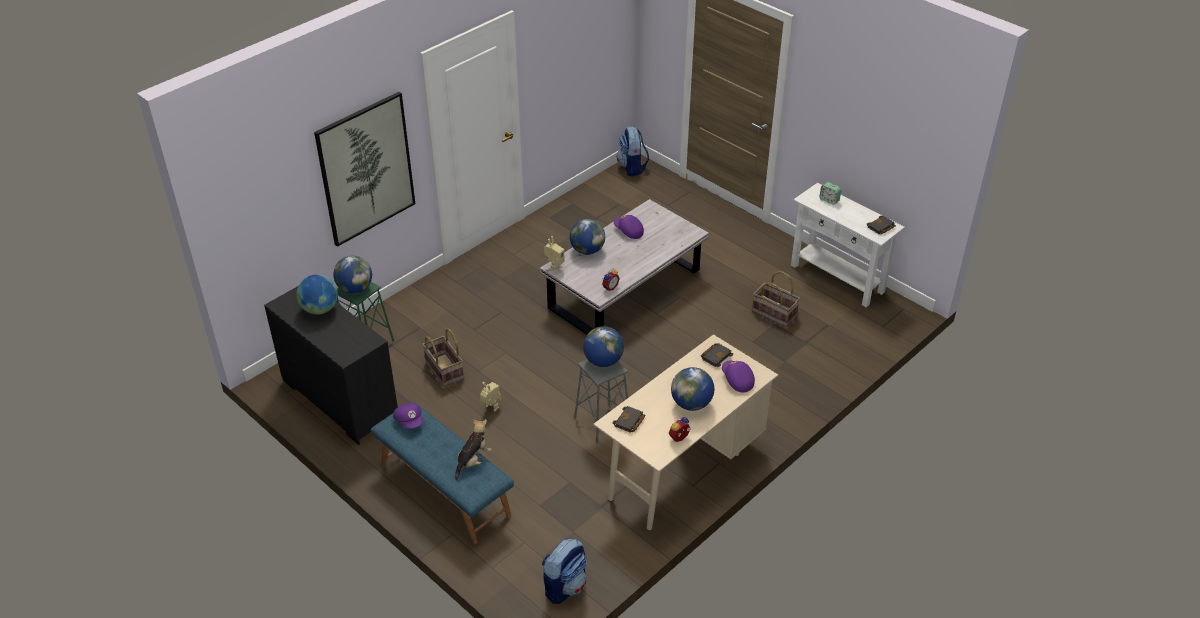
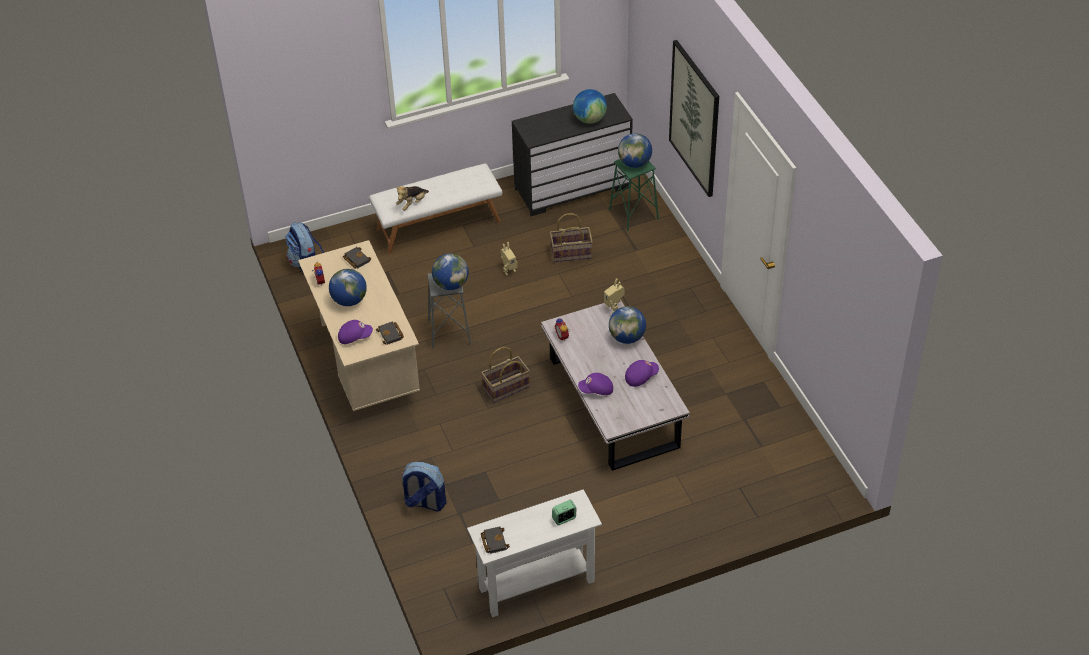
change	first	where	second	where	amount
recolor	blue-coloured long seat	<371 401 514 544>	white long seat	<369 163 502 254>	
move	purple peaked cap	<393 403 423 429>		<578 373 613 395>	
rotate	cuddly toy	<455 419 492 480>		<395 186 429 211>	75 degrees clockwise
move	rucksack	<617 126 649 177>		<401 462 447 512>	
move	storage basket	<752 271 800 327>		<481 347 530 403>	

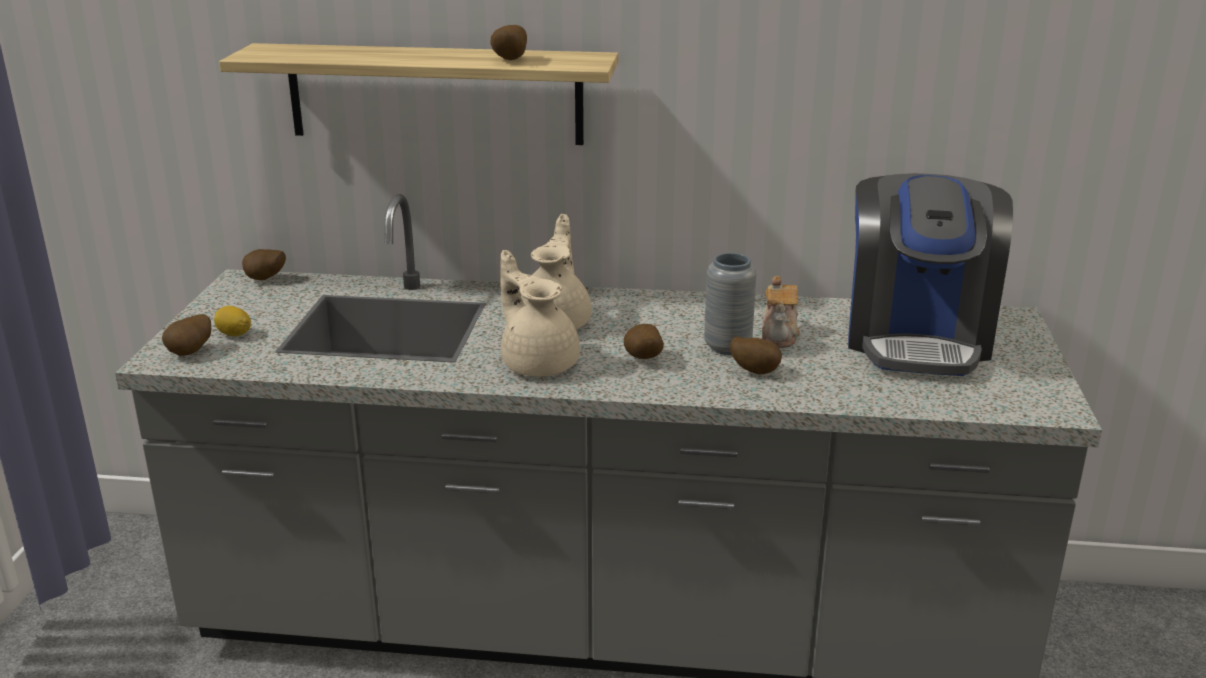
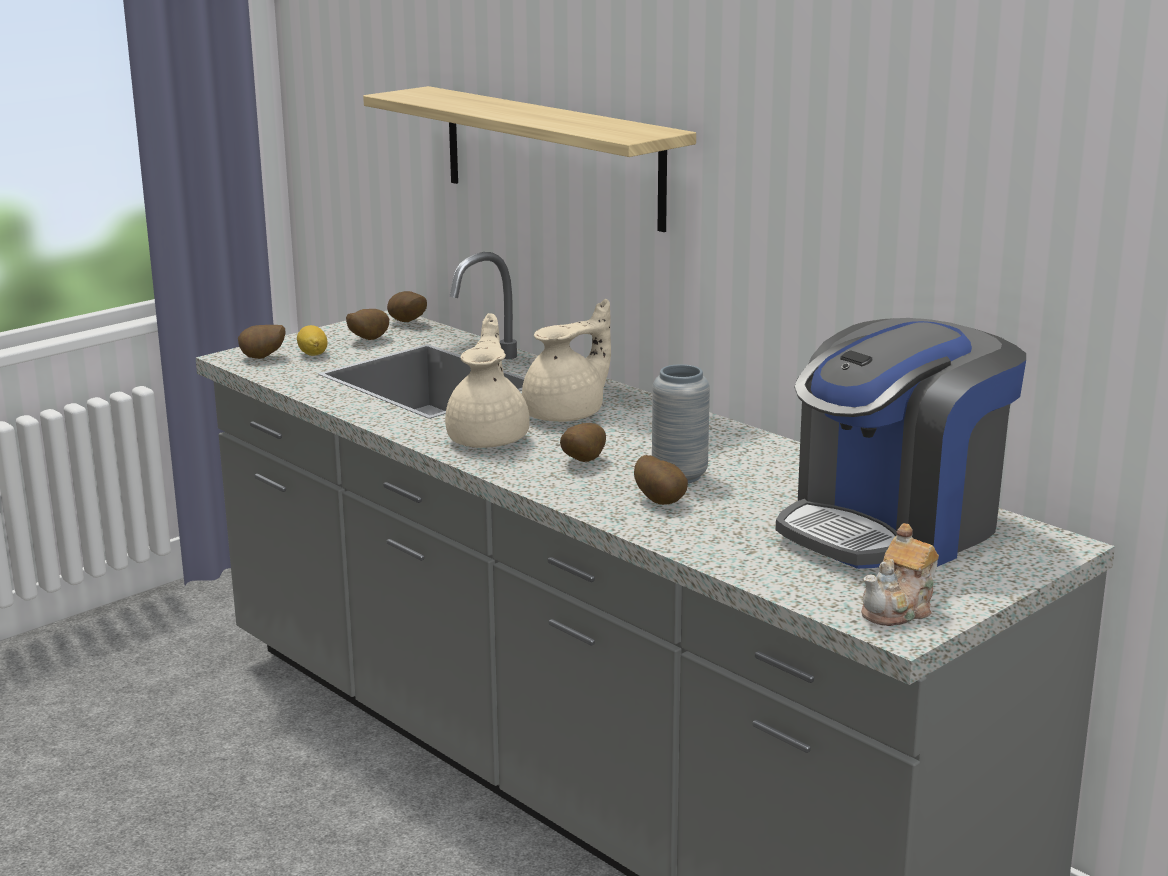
change	first	where	second	where	amount
move	potato	<490 25 527 60>		<346 309 389 340>	
move	pot for tea	<762 276 800 348>		<861 523 939 626>	

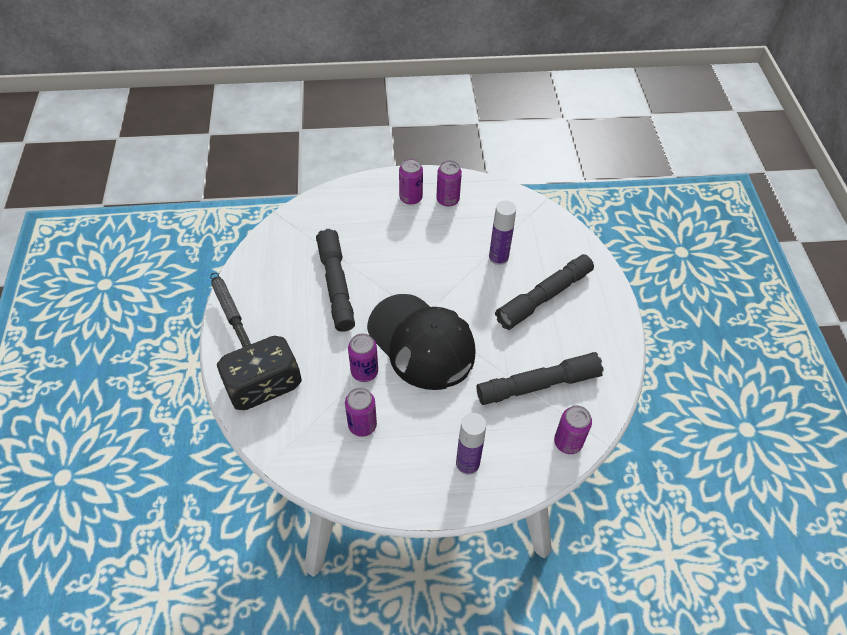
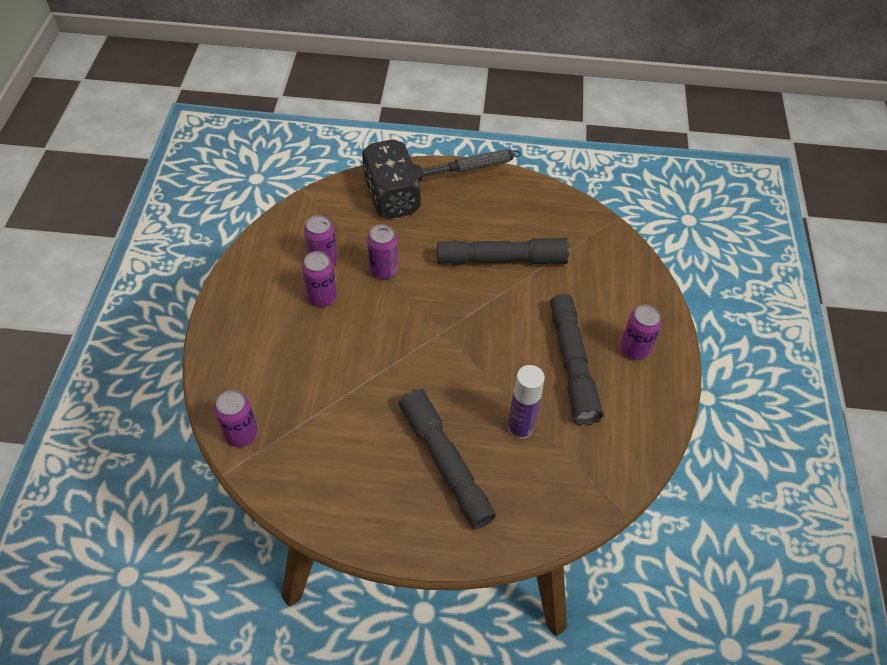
change	first	where	second	where	amount
recolor	white dinner table	<199 165 646 577>	brown-coloured dinner table	<182 156 702 636>	
delete	blackish peaked cap	<367 294 475 390>			
move	sealed can	<436 160 462 207>		<302 251 337 307>	
delete	beverage bottle	<456 413 486 475>			
move	grey torch	<476 352 604 405>		<550 294 604 426>	

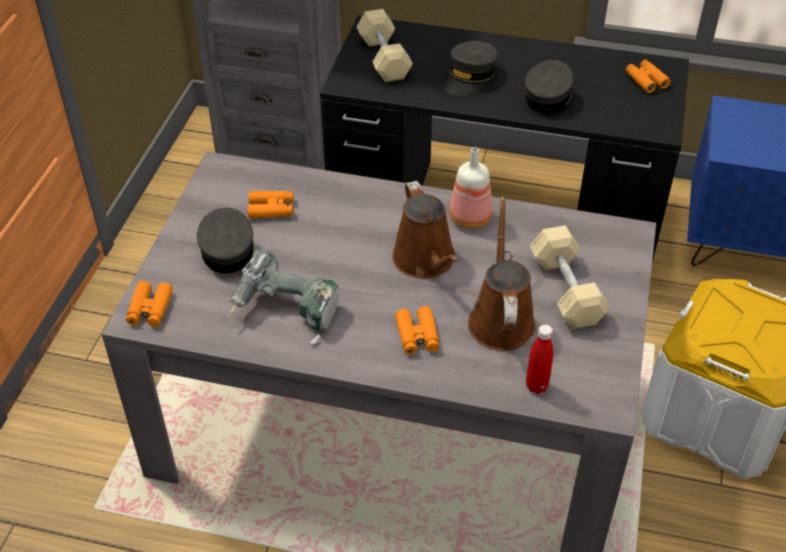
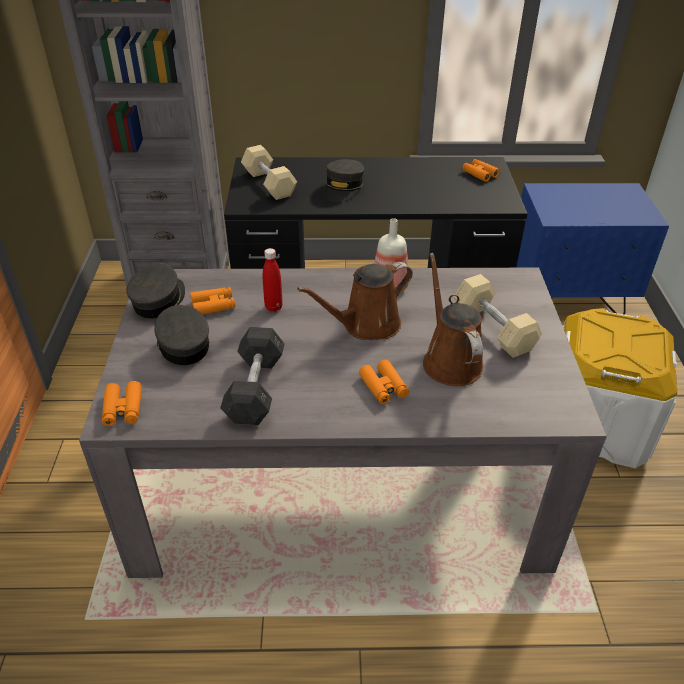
change	first	where	second	where	amount
replace	electric drill	<228 249 340 345>	grey hand weight	<220 327 285 425>	
rotate	brown-coloured sprinkling can	<392 181 458 279>		<297 262 413 340>	90 degrees clockwise
move	grey peaked cap	<525 60 574 113>		<127 263 185 319>	
move	red-coloured beverage bottle	<526 324 553 394>		<263 248 283 312>	

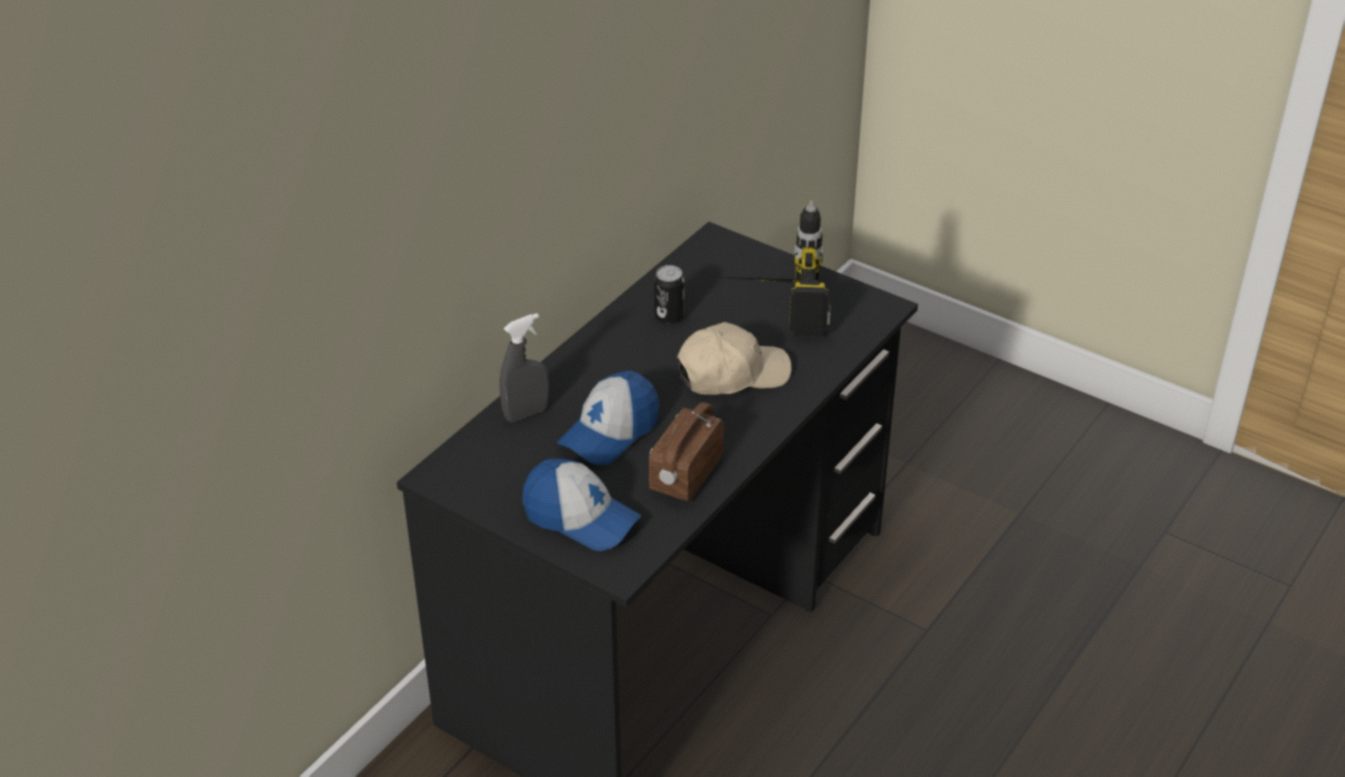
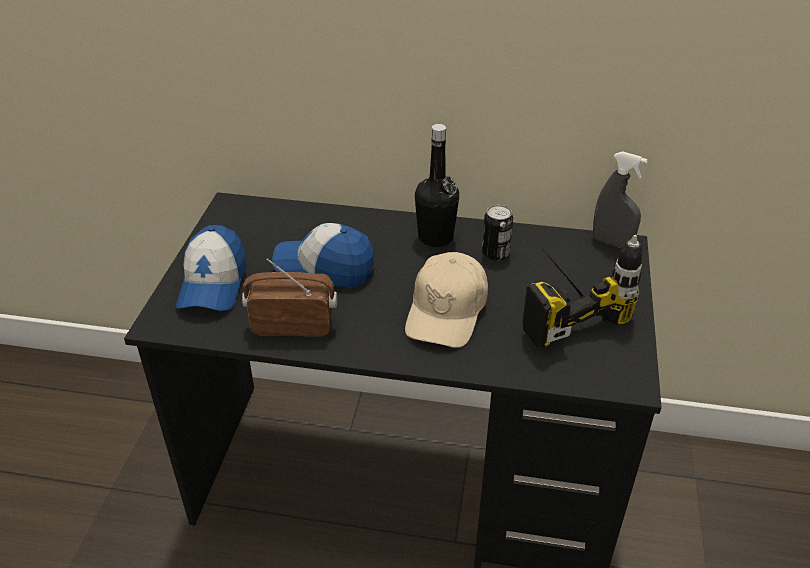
change	first	where	second	where	amount
move	grey spray bottle	<499 313 549 422>		<593 151 648 248>	
rotate	sand-coloured peaked cap	<677 322 792 395>		<405 252 488 348>	60 degrees clockwise
insert			blackish beverage bottle	<415 124 459 247>	

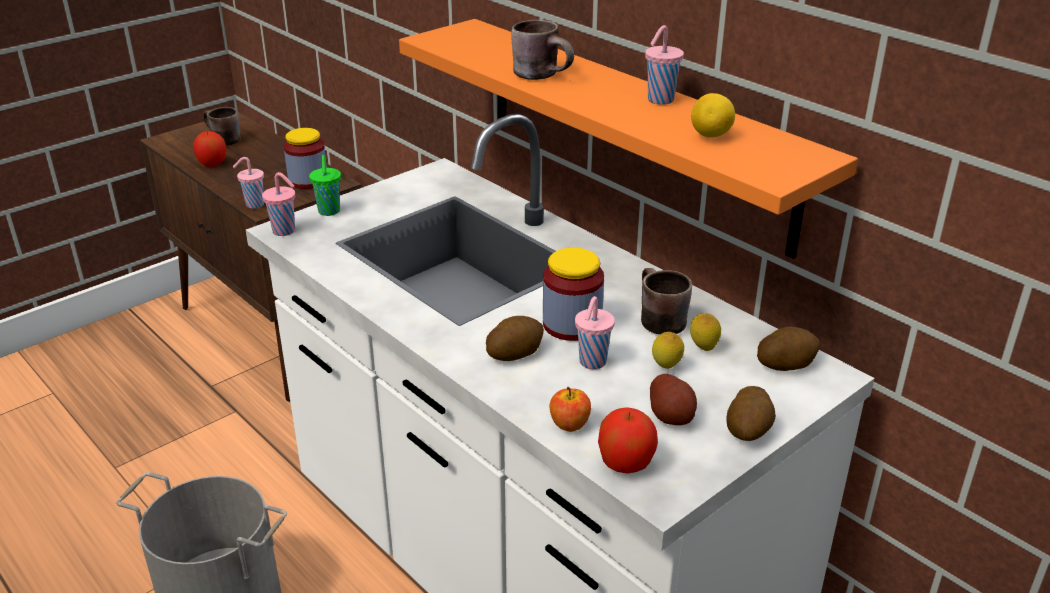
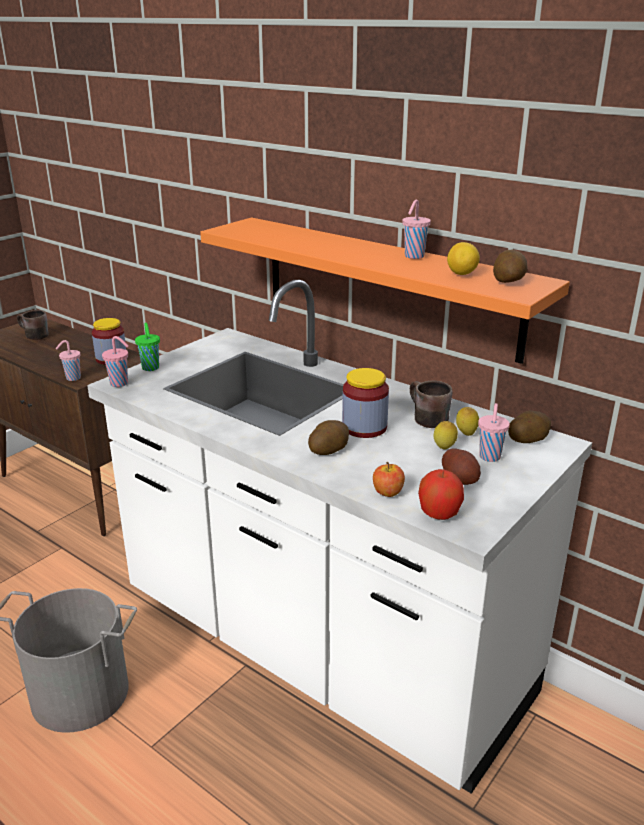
change	first	where	second	where	amount
delete	apple fruit	<194 131 227 167>			
delete	brown-coloured coffee mug	<511 20 574 80>			
move	pink small cup	<575 296 615 369>		<478 403 510 462>	
move	potato	<726 386 776 441>		<493 249 528 283>	

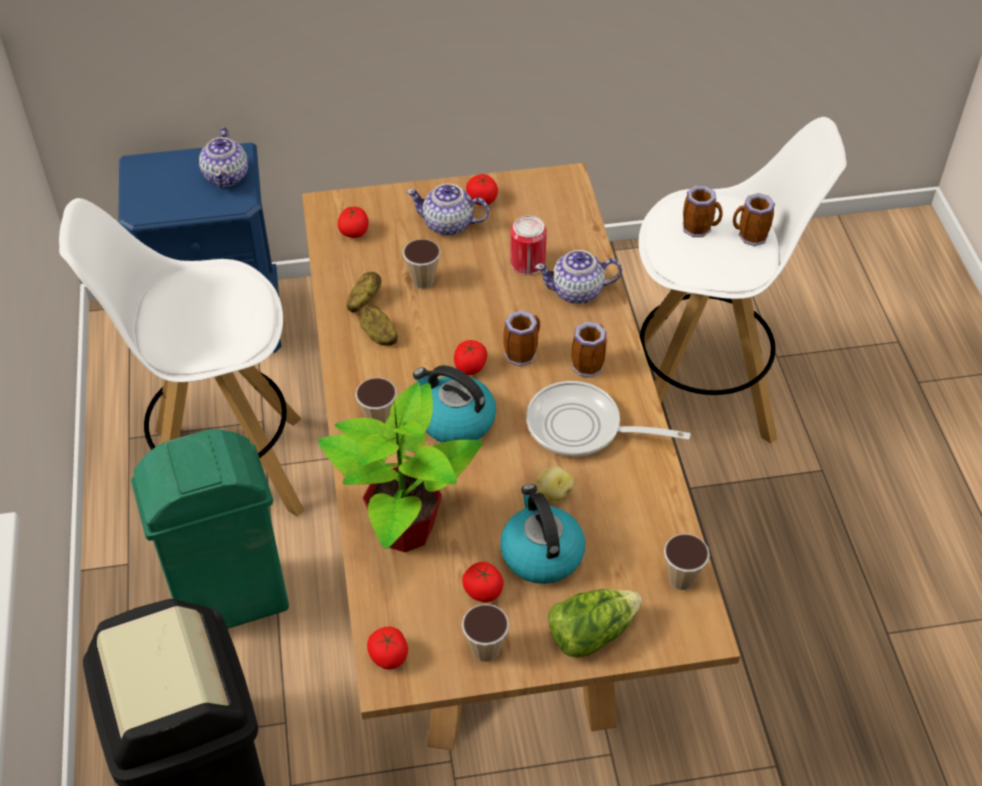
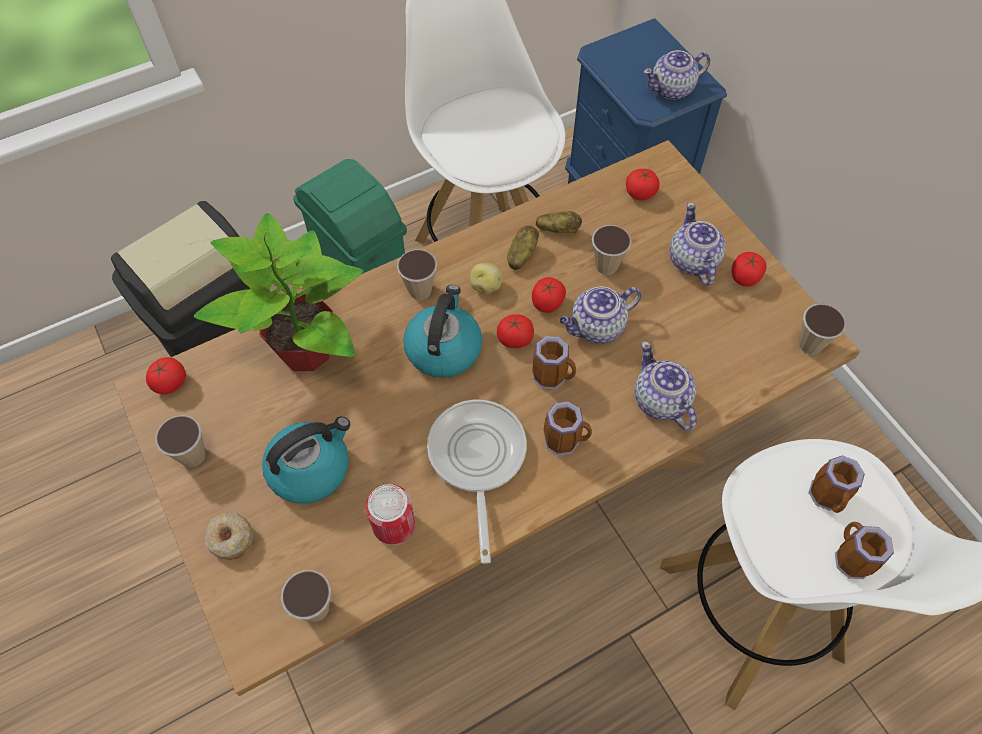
change	first	where	second	where	amount
move	fresh tomato	<462 562 503 602>		<532 277 566 313>	
move	sealed can	<510 215 547 275>		<366 484 415 545>	
move	potato	<537 466 574 501>		<470 263 502 294>	
replace	lettuce	<548 589 642 658>	donut	<205 512 254 560>	
insert			pot for tea	<559 286 641 344>	
insert			small cup	<798 304 846 355>	

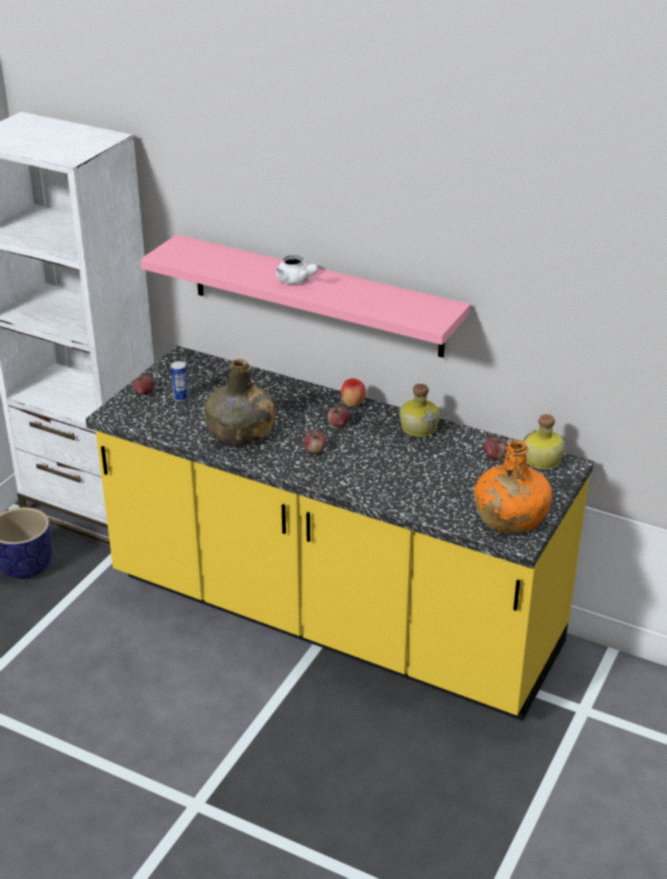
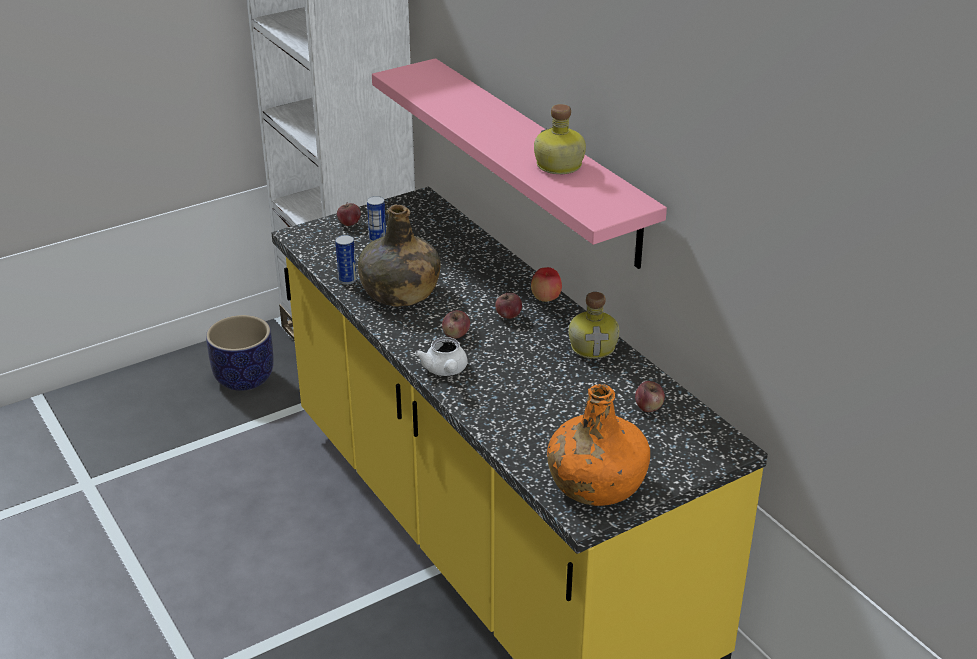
change	first	where	second	where	amount
move	white pot for tea	<276 255 318 284>		<415 337 467 376>	
move	beverage bottle	<523 414 565 469>		<534 104 586 174>	
insert			sealed can	<335 235 357 285>	

